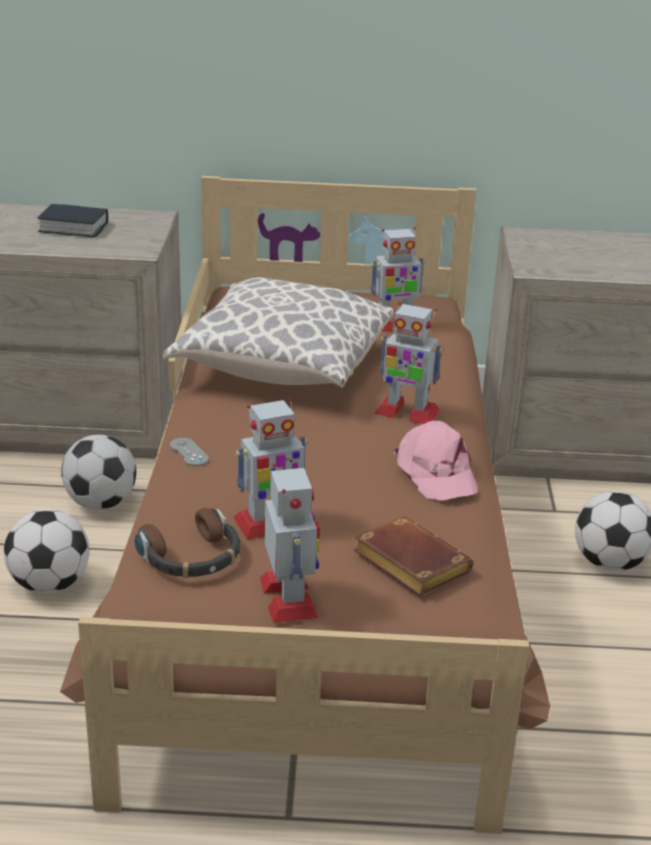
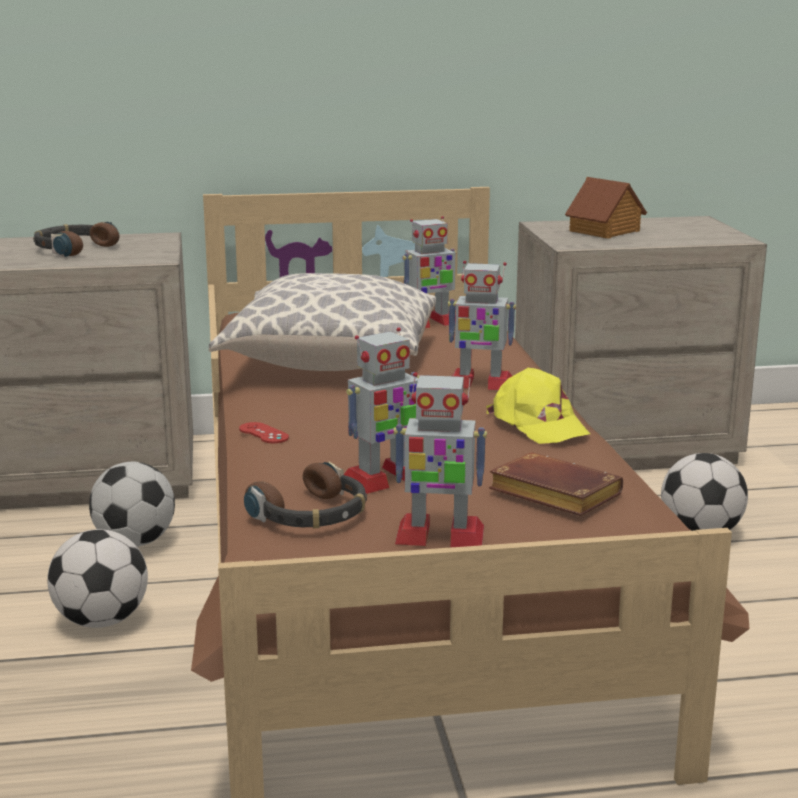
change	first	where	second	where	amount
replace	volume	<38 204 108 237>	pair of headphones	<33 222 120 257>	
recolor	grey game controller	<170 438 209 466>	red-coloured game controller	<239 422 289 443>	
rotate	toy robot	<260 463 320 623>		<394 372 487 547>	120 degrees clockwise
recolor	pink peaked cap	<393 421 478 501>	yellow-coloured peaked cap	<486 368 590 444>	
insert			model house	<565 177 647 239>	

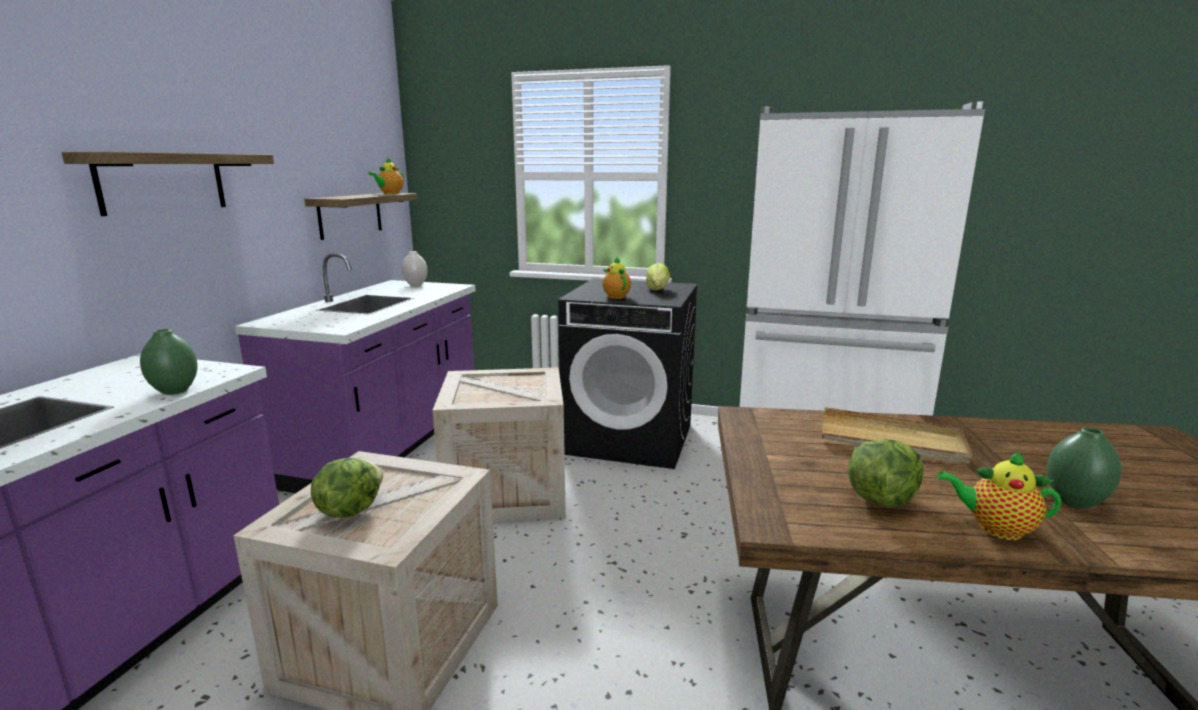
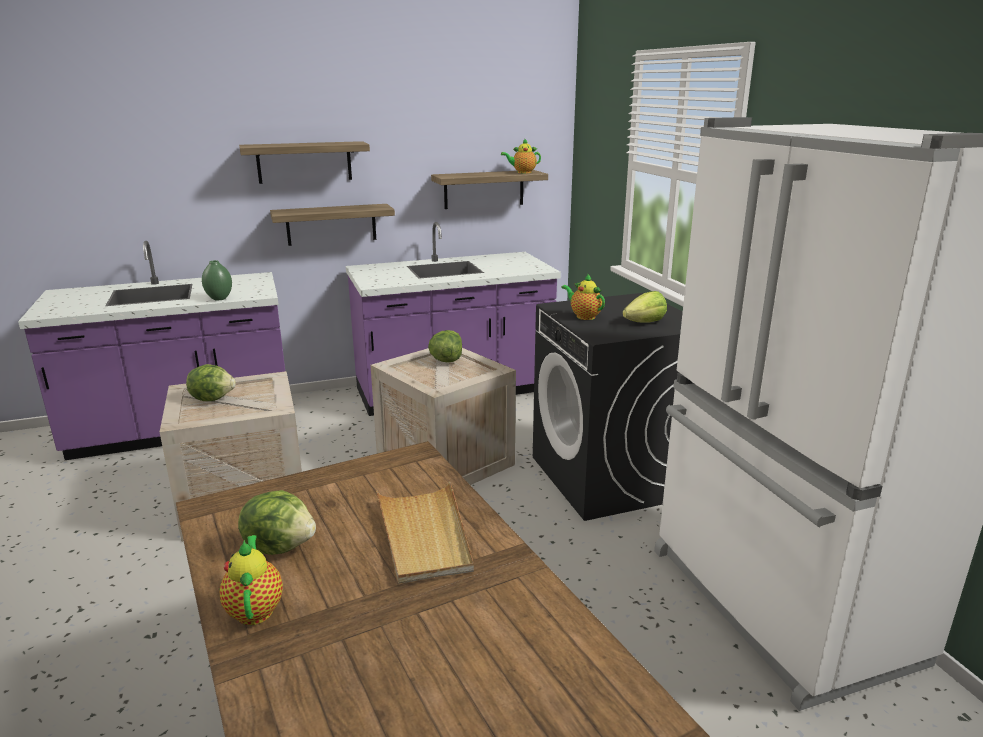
change	first	where	second	where	amount
delete	white flower vase	<402 251 427 286>			
rotate	pot for tea	<603 257 631 299>		<561 273 605 320>	75 degrees counterclockwise
delete	green-coloured flower vase	<1047 427 1122 509>			
insert			wall shelf	<270 204 395 246>	
insert			lettuce	<428 330 462 363>	

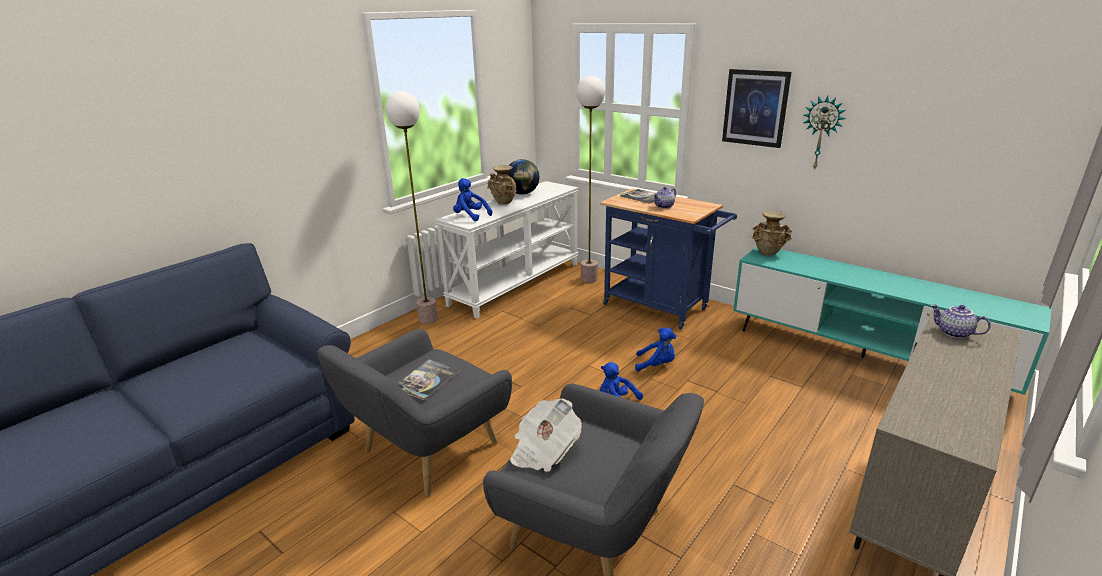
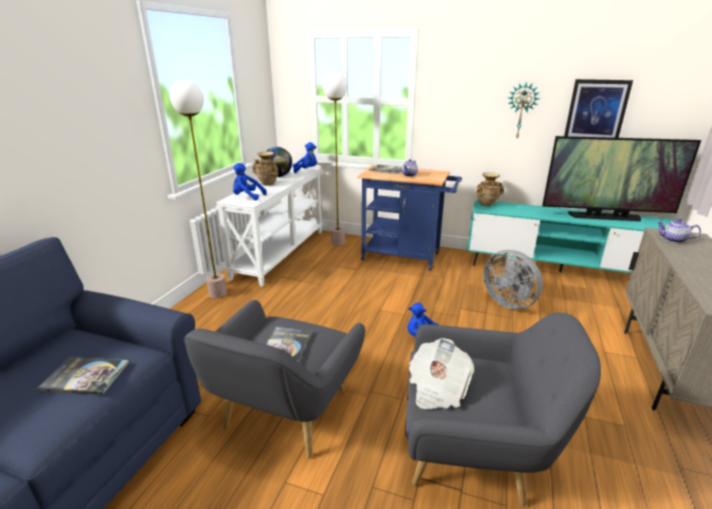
change	first	where	second	where	amount
move	blue-coloured cuddly toy	<635 327 676 371>		<293 142 317 173>	
move	wall art	<722 69 791 148>		<564 79 633 138>	
insert			volume	<37 357 129 395>	
insert			grey fan	<483 250 543 309>	
insert			TV set	<542 136 701 221>	

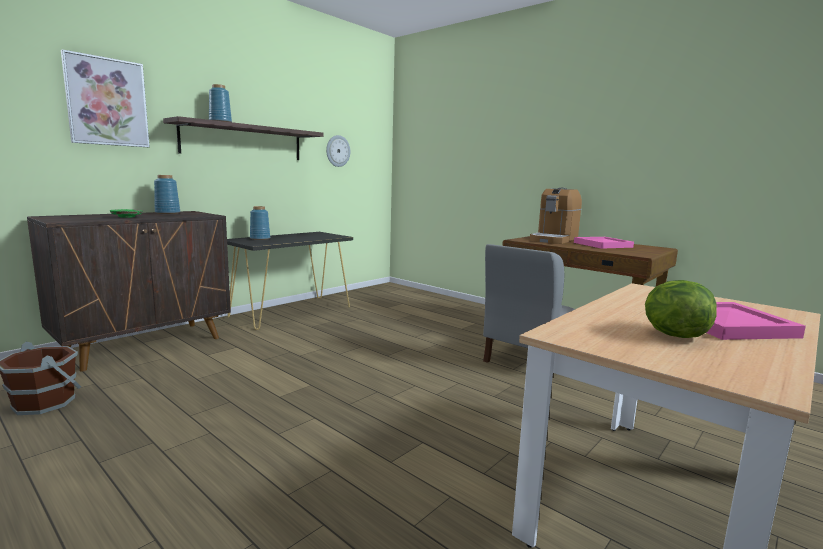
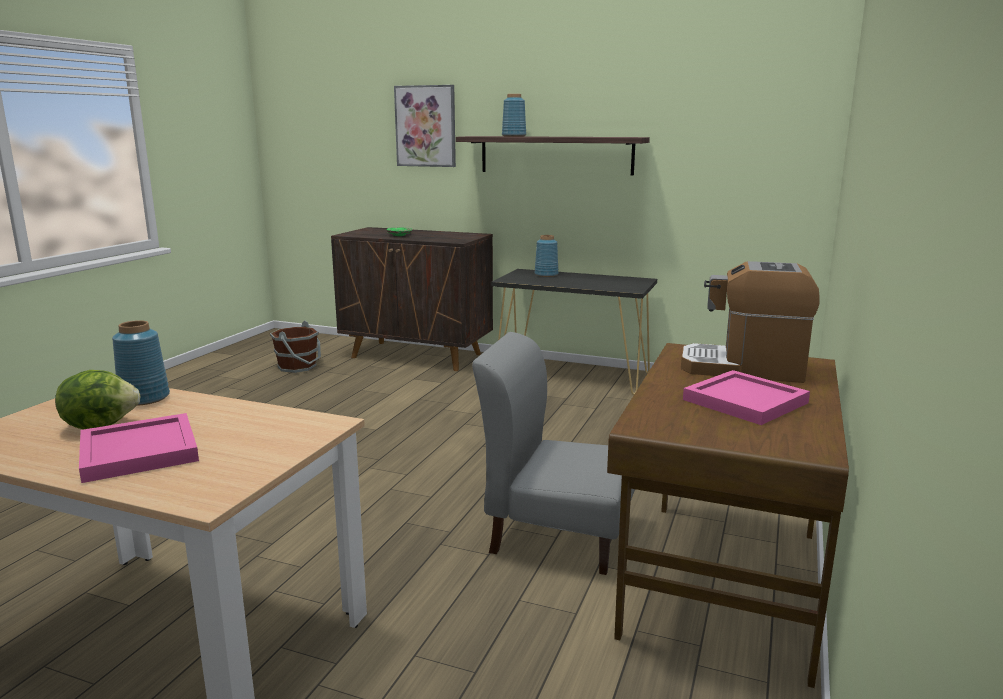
change	first	where	second	where	amount
move	blue-coloured flower vase	<154 175 180 214>		<112 320 170 406>	
delete	hanging clock	<326 135 350 167>			

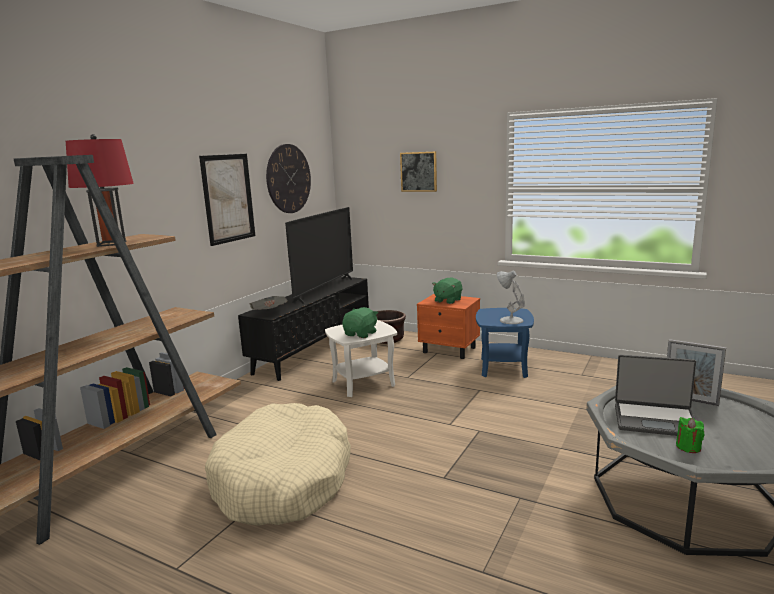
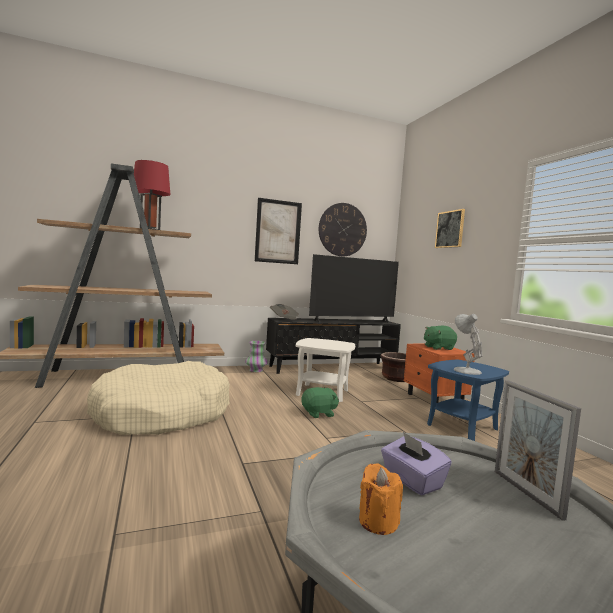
change	first	where	second	where	amount
move	green-coloured cuddly toy	<342 307 378 338>		<301 387 339 418>	
replace	portable computer	<615 355 696 436>	purple box of tissues	<381 432 452 496>	
recolor	green-coloured wax light	<676 417 704 453>	orange-coloured wax light	<359 463 403 535>	
insert			flower vase	<245 341 268 372>	

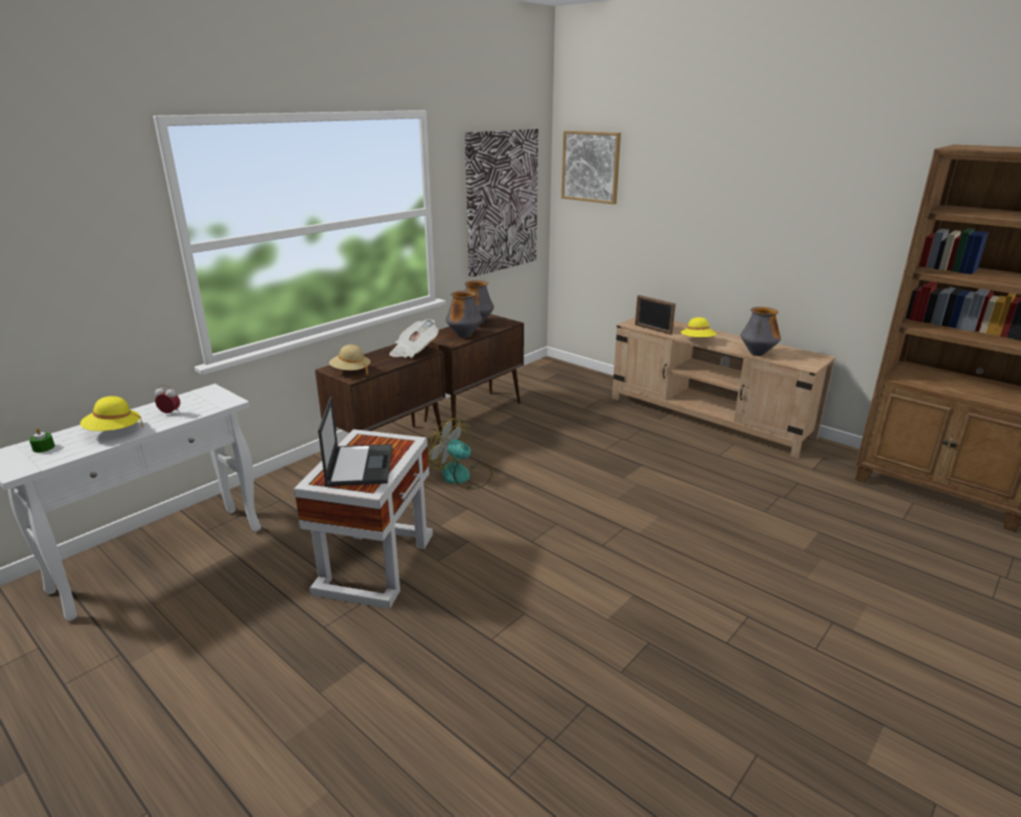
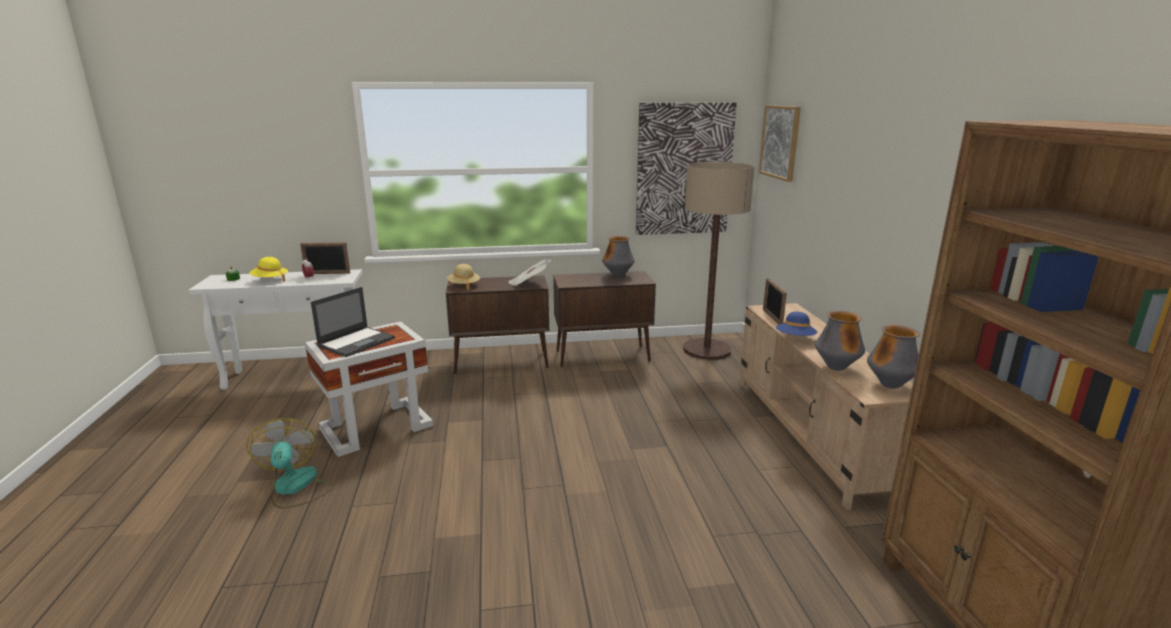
change	first	where	second	where	amount
move	fan	<428 418 492 489>		<247 418 334 509>	
move	flower vase	<446 291 482 338>		<867 325 920 389>	
recolor	yellow-coloured clothing hat	<681 317 717 337>	blue-coloured clothing hat	<776 312 817 336>	
insert			standing frame	<300 242 350 274>	
insert			floor lamp	<683 162 754 360>	

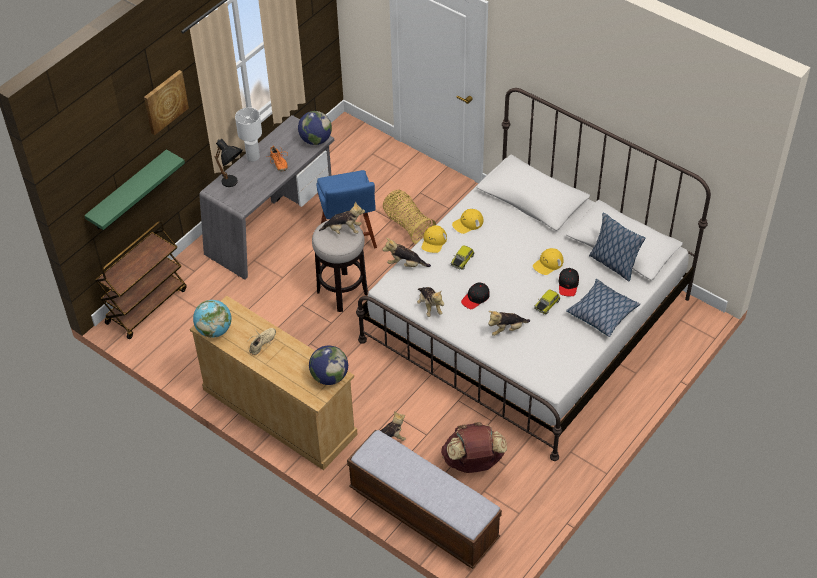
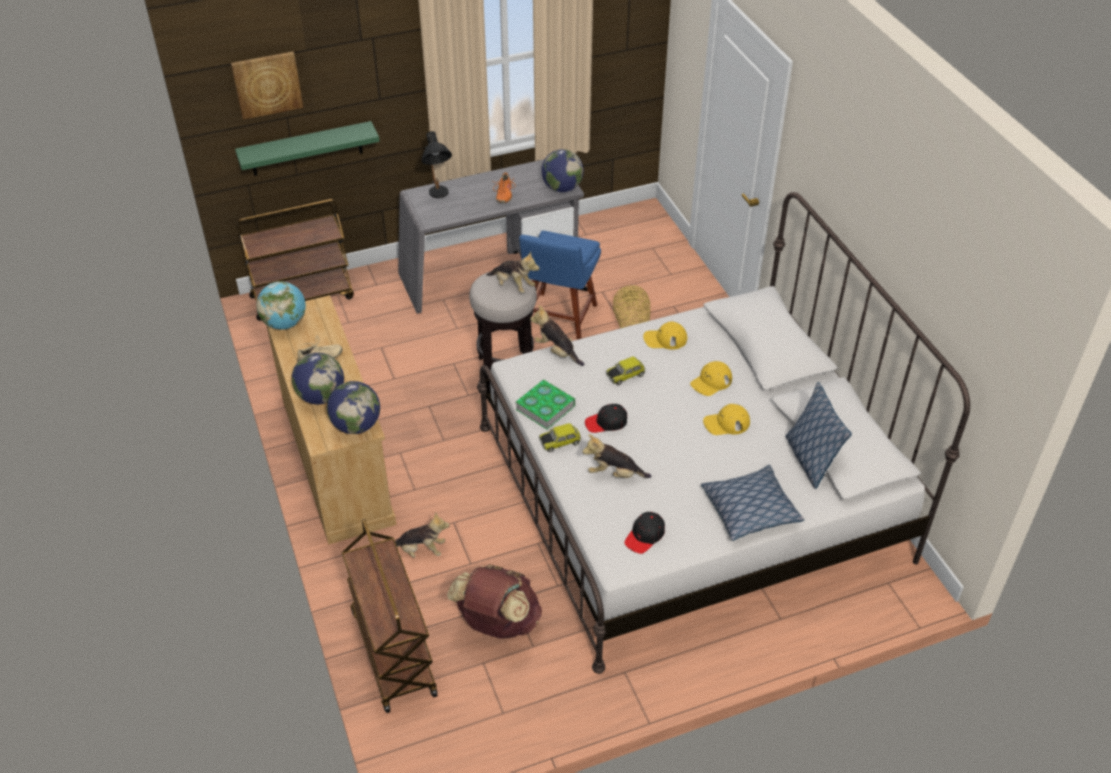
change	first	where	second	where	amount
move	wall art	<144 70 189 135>		<231 52 303 120>	
delete	white table lamp	<235 108 262 162>			
replace	long seat	<347 430 502 569>	brown-coloured trolley	<342 519 438 713>	
replace	cuddly toy	<417 287 444 317>	volume	<516 380 575 429>	
move	yellow-coloured peaked cap	<421 225 447 253>		<690 361 732 396>	
move	model car	<534 289 560 314>		<539 423 581 452>	
move	blackish peaked cap	<559 268 579 296>		<624 512 665 554>	
insert			desk globe	<292 353 344 404>	

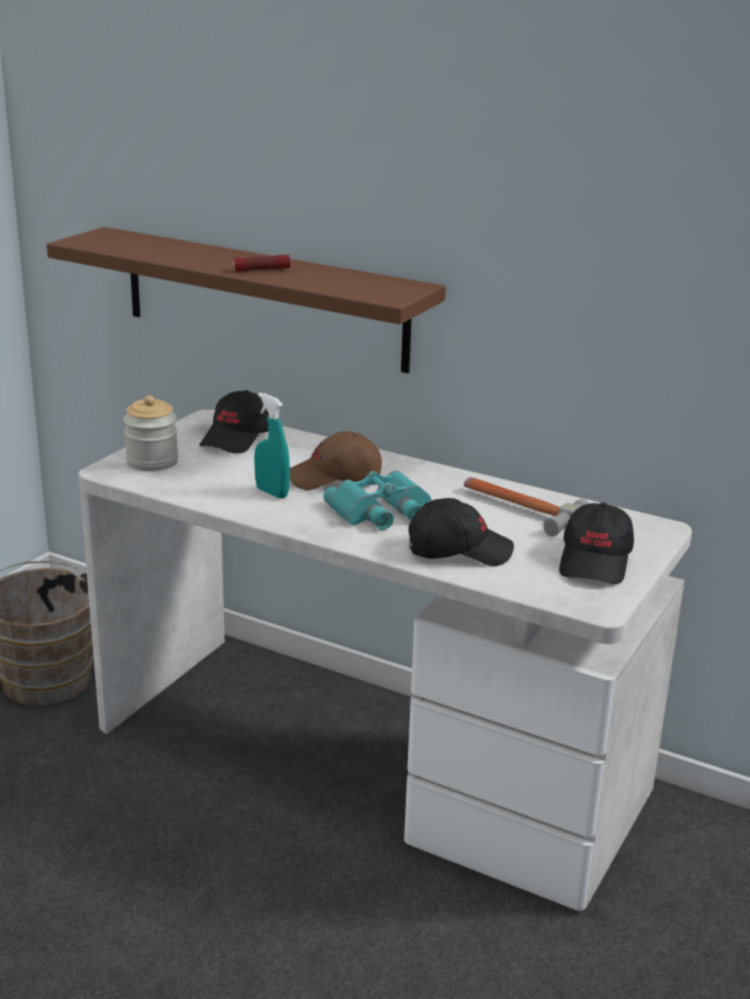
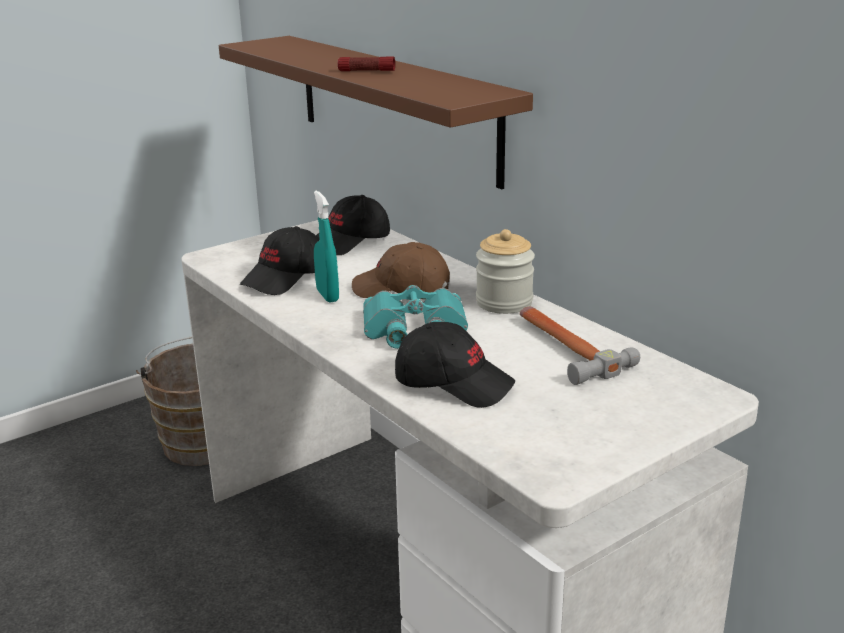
change	first	where	second	where	amount
move	preserve jar	<123 395 178 471>		<476 229 535 314>	
move	blackish peaked cap	<559 503 634 584>		<240 226 320 295>	

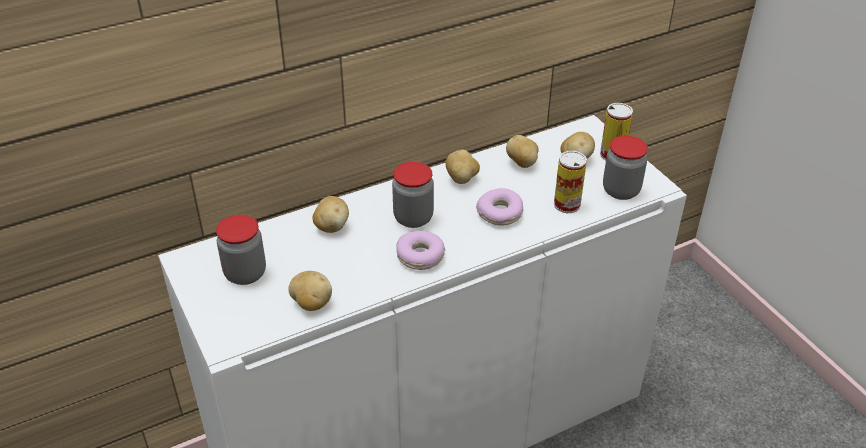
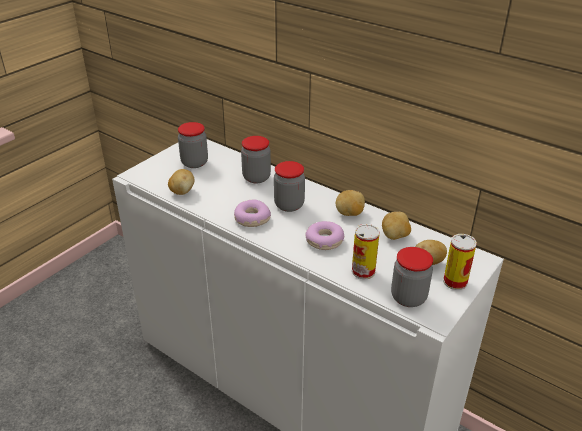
change	first	where	second	where	amount
replace	potato	<312 196 349 233>	preserve jar	<241 136 271 183>	

